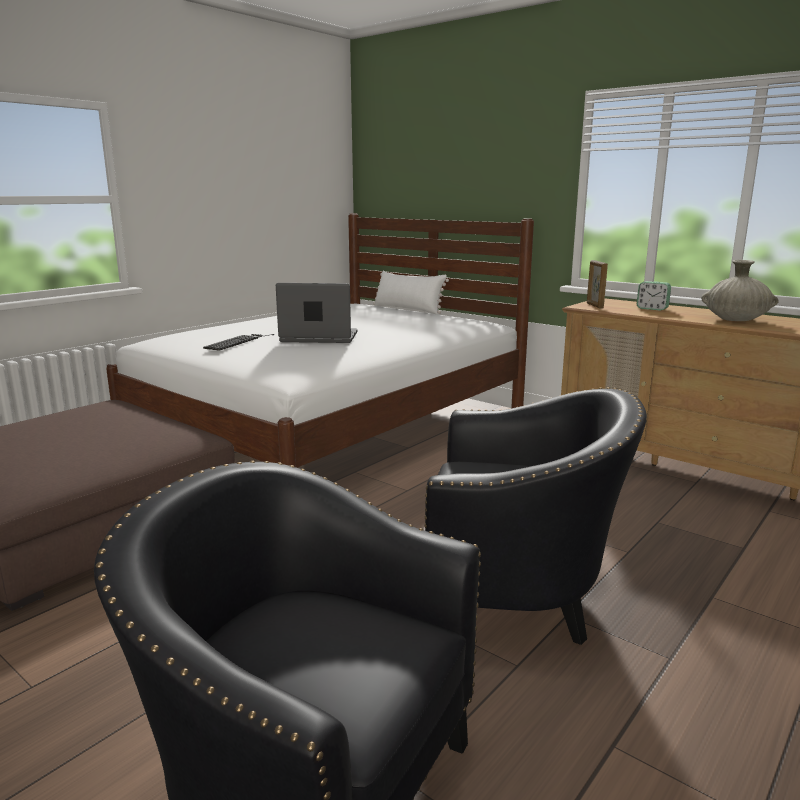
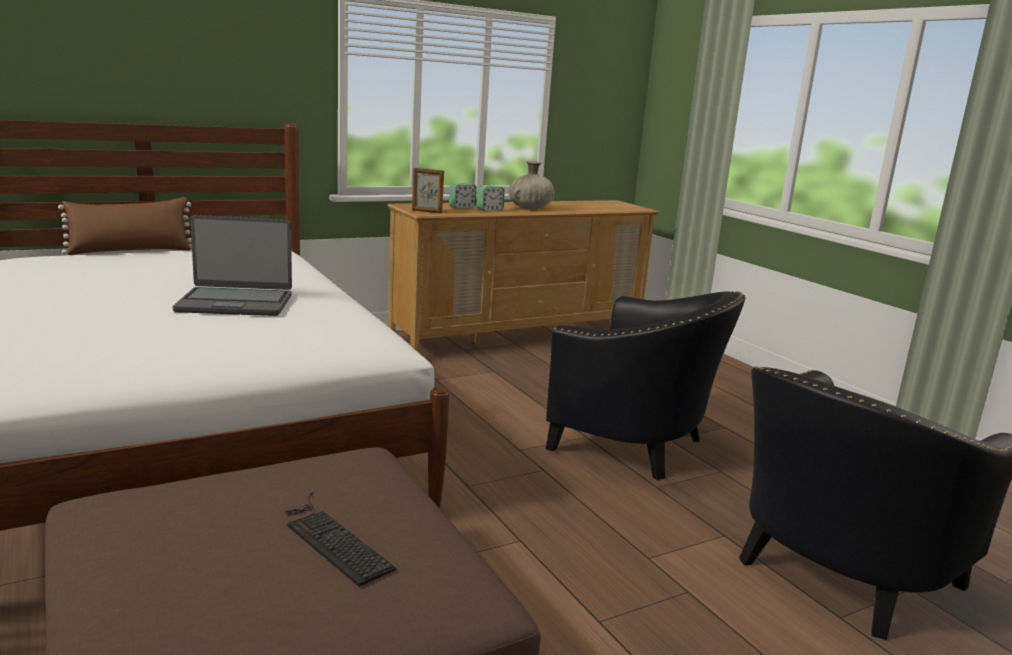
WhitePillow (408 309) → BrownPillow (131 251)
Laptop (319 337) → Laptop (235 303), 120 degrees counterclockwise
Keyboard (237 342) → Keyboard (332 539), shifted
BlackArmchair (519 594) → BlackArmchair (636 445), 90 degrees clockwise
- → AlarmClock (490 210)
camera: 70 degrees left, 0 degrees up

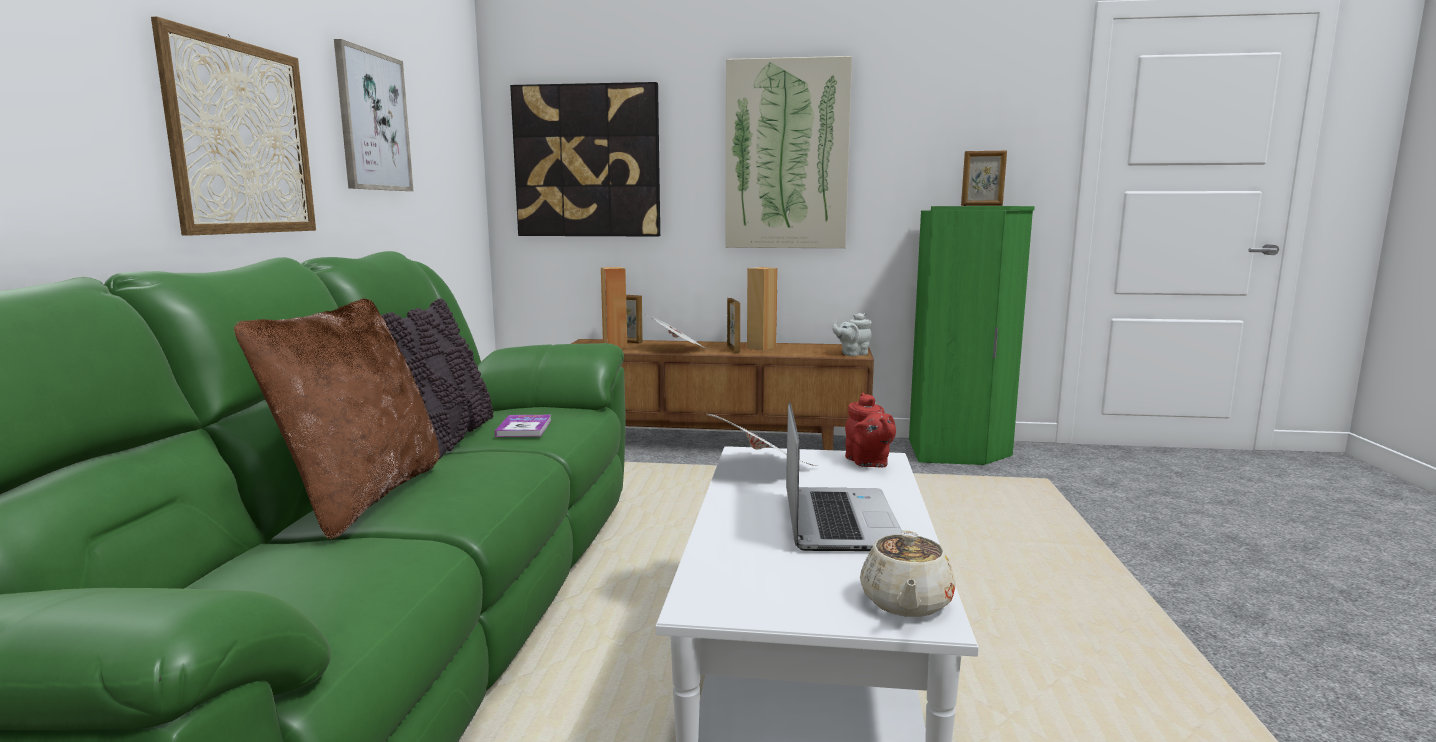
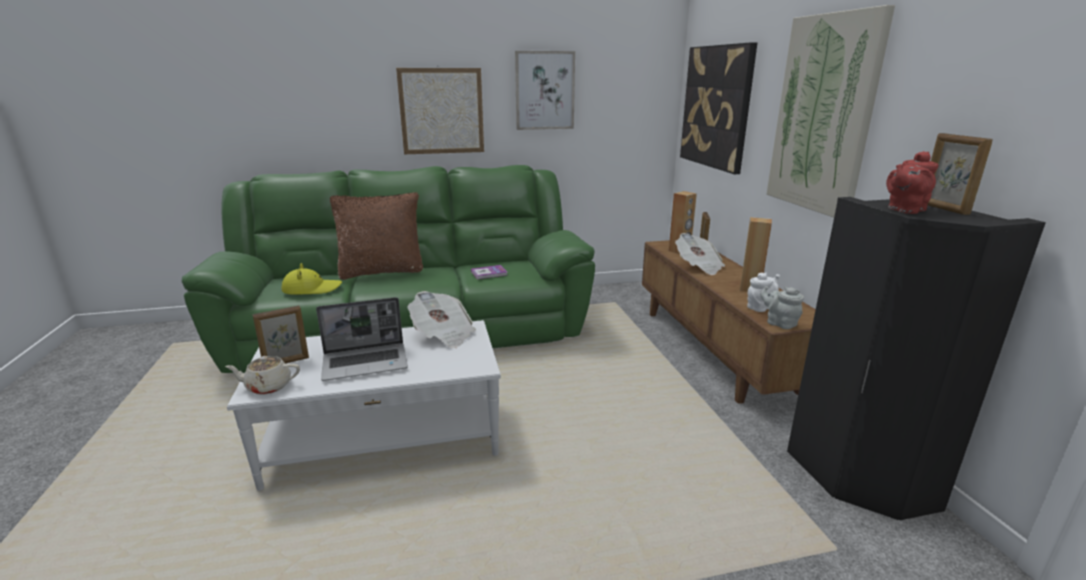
GreenCabinet (960 451) → BlackCabinet (861 477)
BlackPillow (447 437) → -
PictureFrame (733 349) → PictureFrame (286 362), shifted
RedTeapot (868 463) → RedTeapot (904 210), shifted
- → YellowHat (311 289)
- → WhiteTeapot (760 307)
camera: 70 degrees right, 10 degrees up

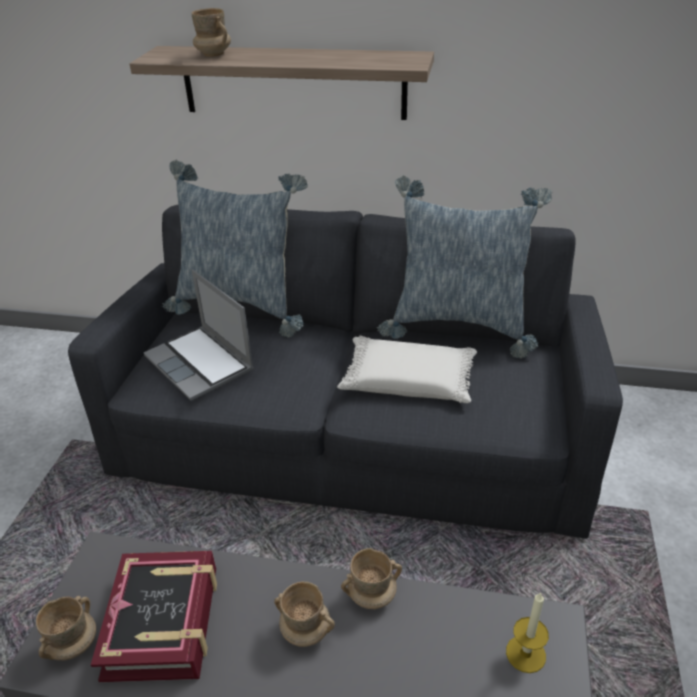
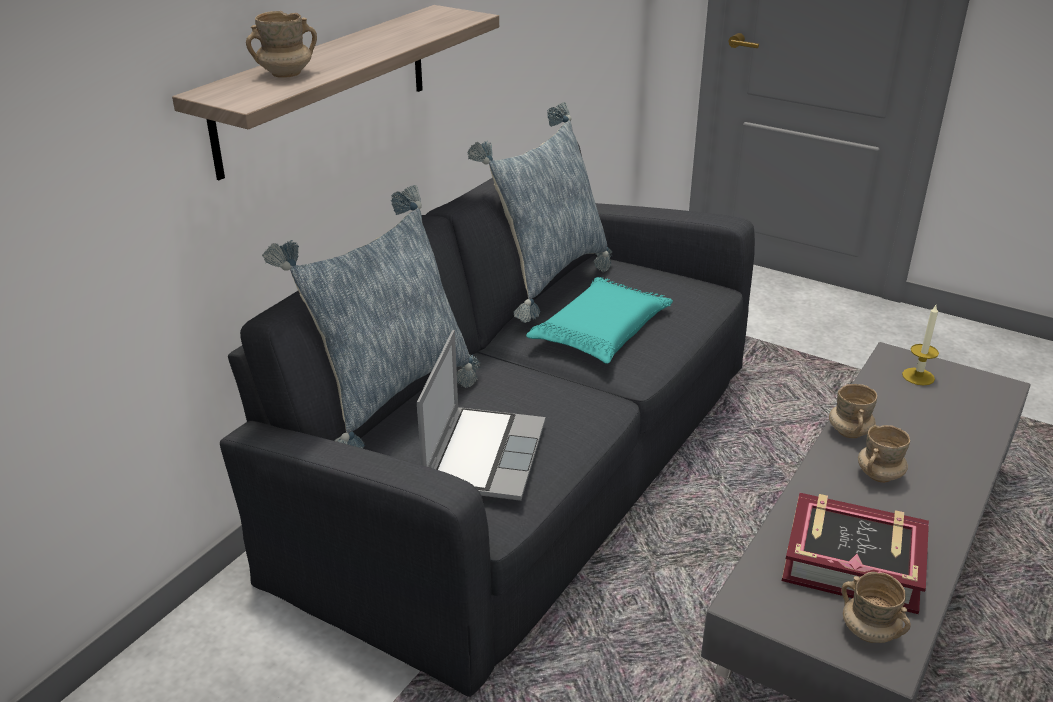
Laptop (201 364) → Laptop (483 454), 60 degrees counterclockwise
WhitePillow (408 377) → TurquoisePillow (601 328)
camera: 70 degrees left, 5 degrees down

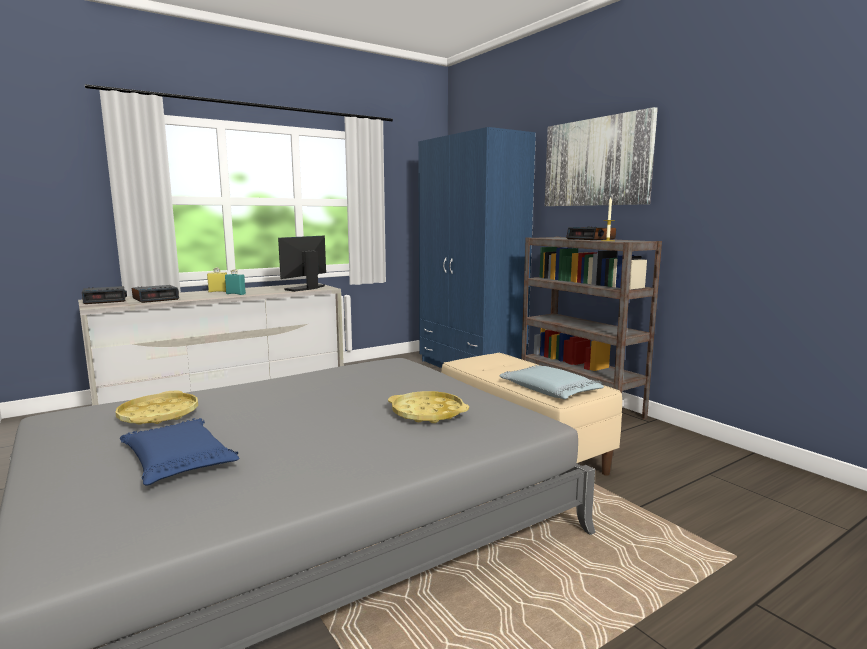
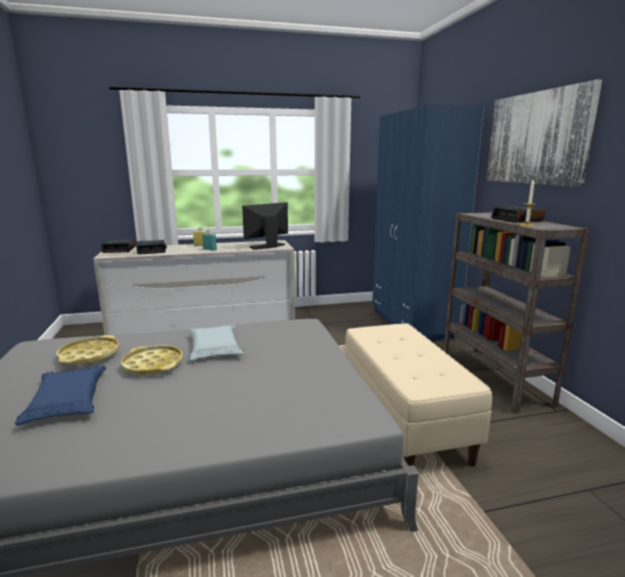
BluePillow (549 388) → BluePillow (214 347), shifted
YellowTray (427 413) → YellowTray (153 365), shifted
camera: 20 degrees right, 5 degrees up

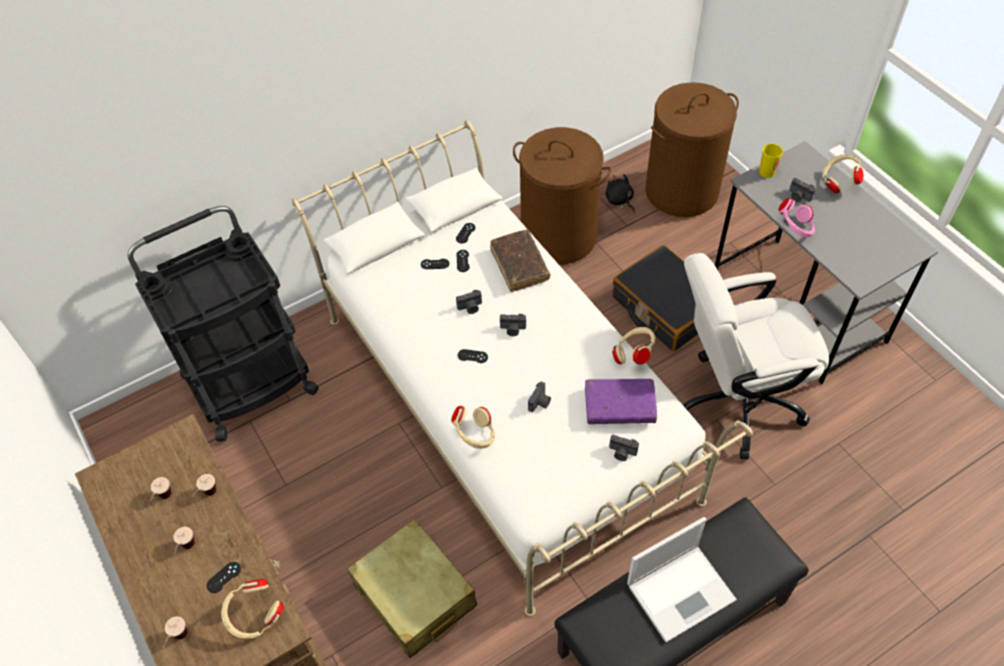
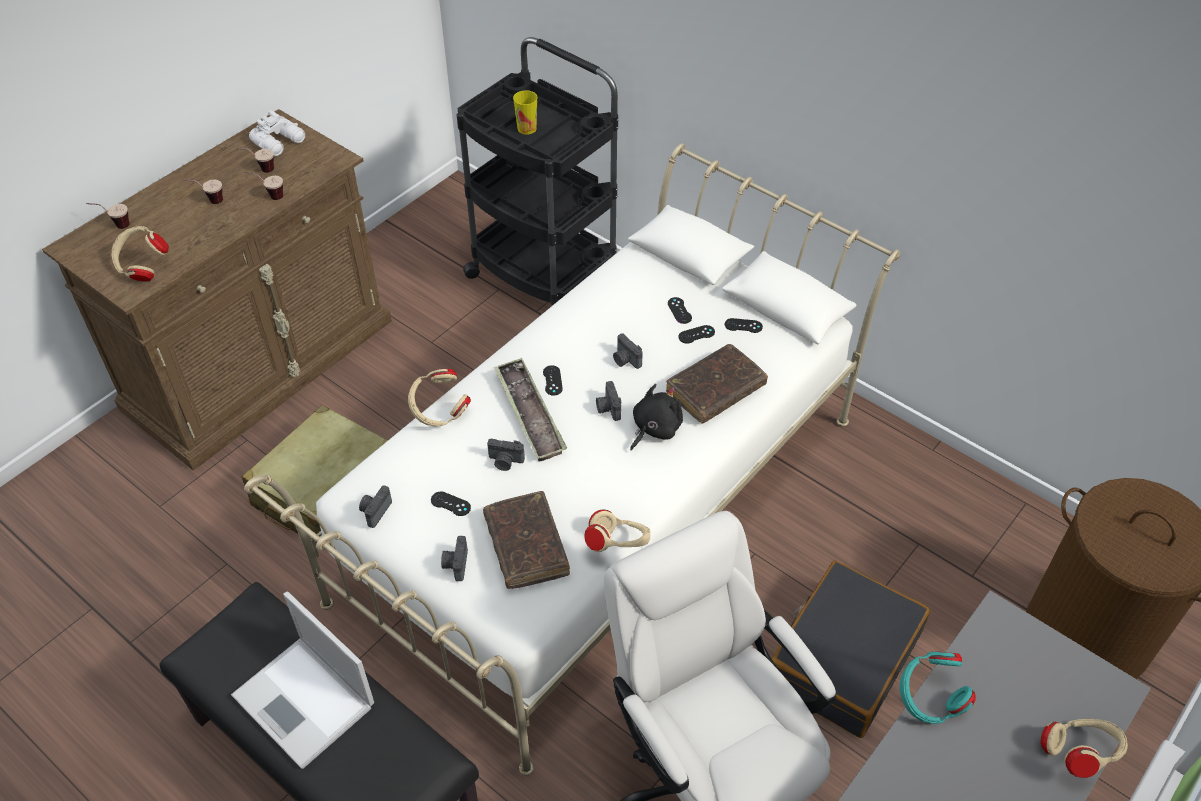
BrownLaundryBasket (559 236) → -
Cup (767 172) → Cup (527 128), shifted
BlackPlushToy (619 200) → BlackPlushToy (654 428), shifted
PhotoCamera (798 196) → PhotoCamera (375 511), shifted
PinkHeadphones (795 229) → TurquoiseHeadphones (929 699)
PurpleBook (619 406) → BrownBook (526 546)
BlackGameController (223 577) → BlackGameController (450 504), shifted
- → WhiteBinoculars (280 142)
- → Tray (529 414)
camera: 70 degrees right, 5 degrees down

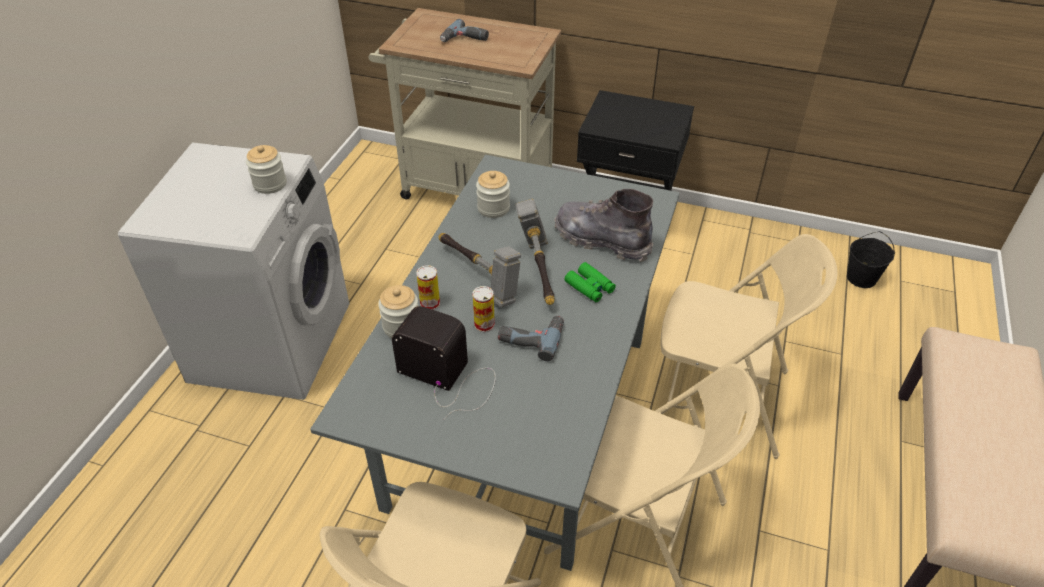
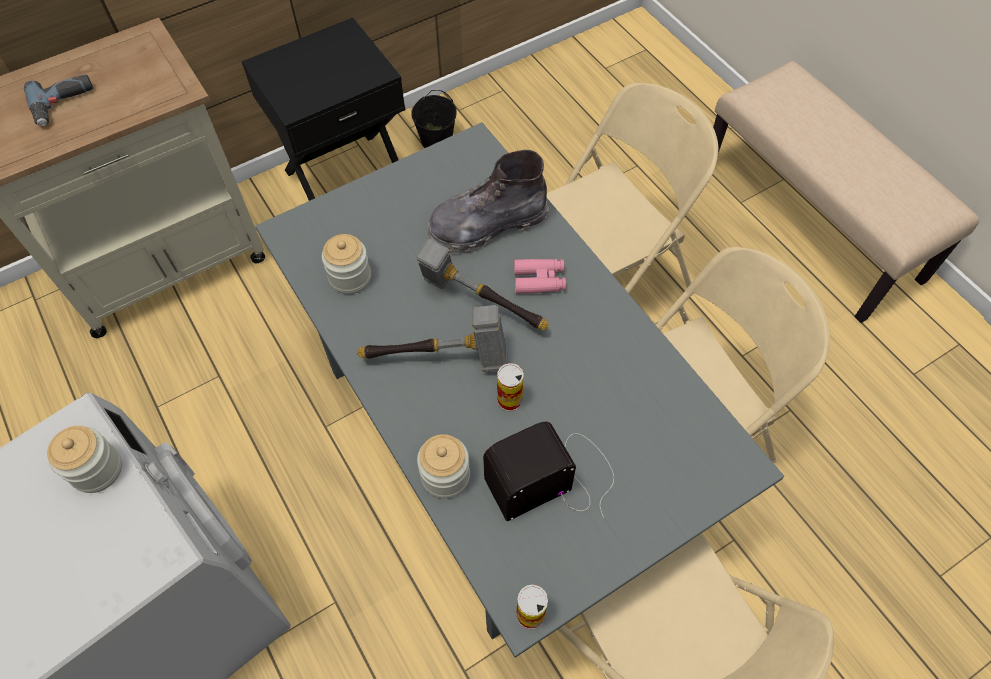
BlackBucket (861 278) → BlackBucket (436 140), shifted
GreenBinoculars (590 287) → PinkBinoculars (539 280)
Can (430 303) → Can (530 614), shifted
PowerDrill (531 337) → -
camera: 50 degrees left, 15 degrees up

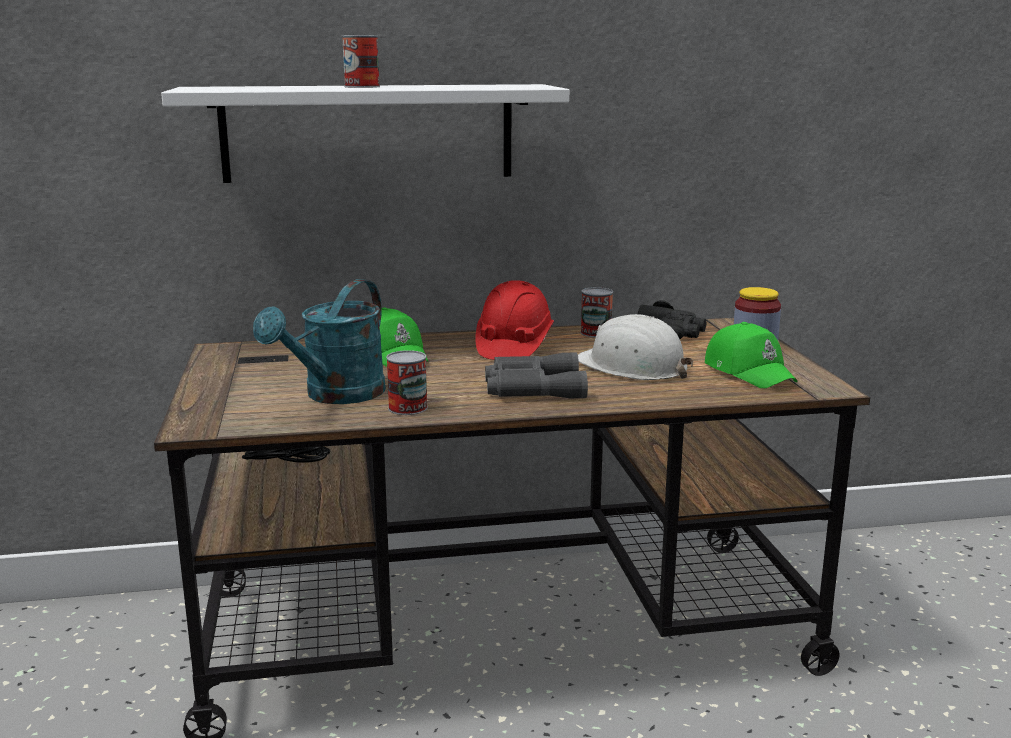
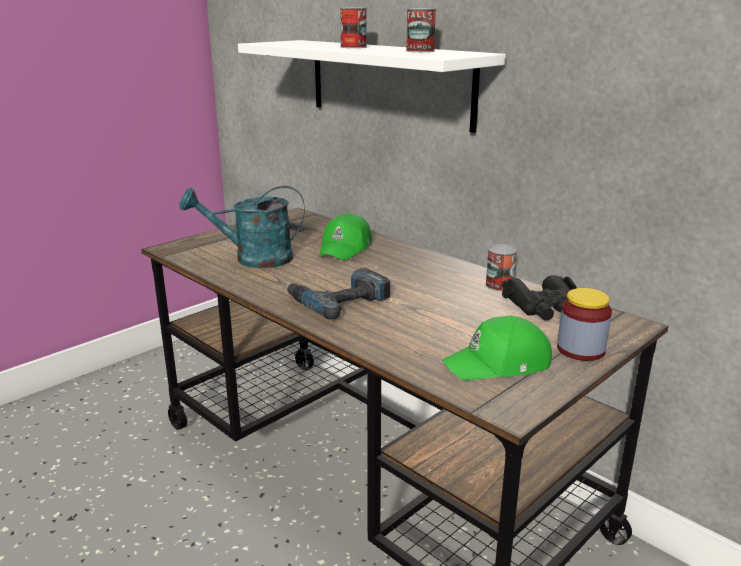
RedHardHat (513 347) → -
WhiteHardHat (632 366) → -
GreenCap (749 372) → GreenCap (499 364), 45 degrees clockwise
Can (408 408) → Can (420 51), shifted
GreyBinoculars (531 388) → PowerDrill (338 300)
camera: 55 degrees right, 5 degrees up

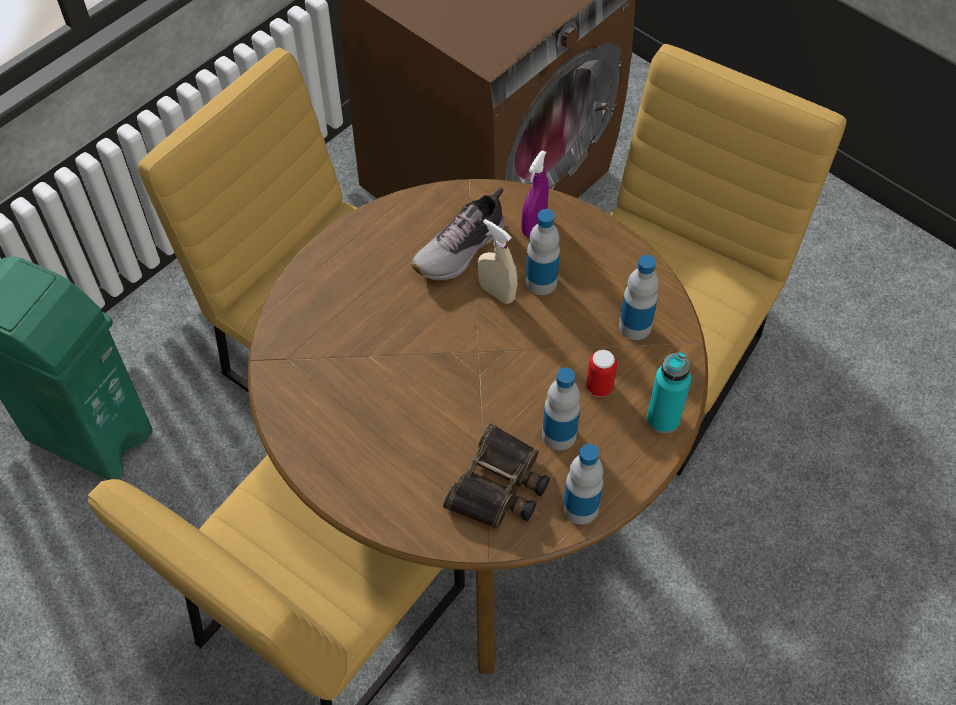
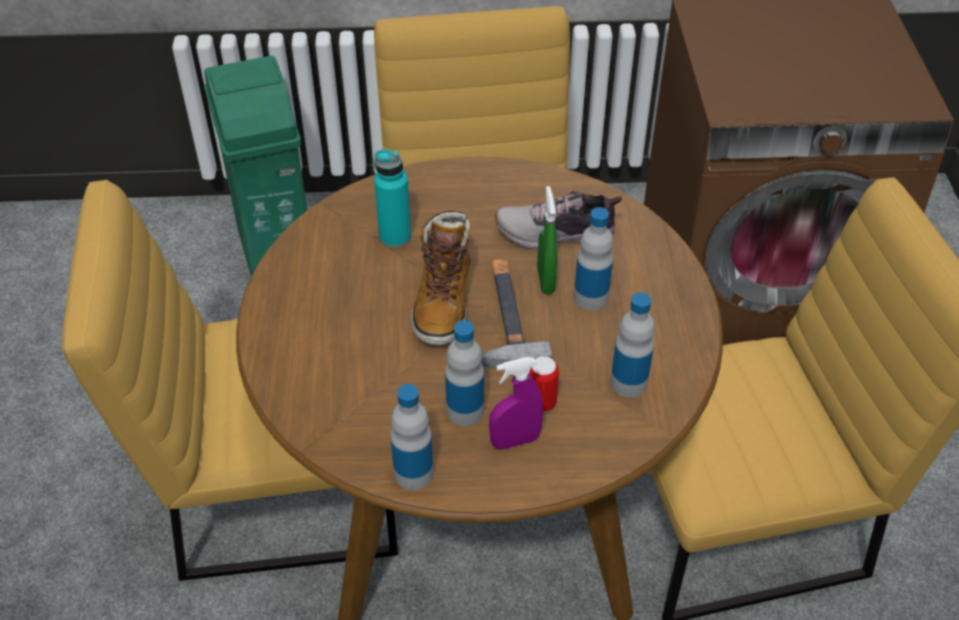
PurpleSprayBottle (534 224) → PurpleSprayBottle (515 441), shifted
BeigeSprayBottle (497 293) → GreenSprayBottle (545 281)
TurquoiseBottle (663 419) → TurquoiseBottle (395 237), shifted
Binoculars (500 487) → -
- → Boot (443 302)
- → Hammer (505 316)
camera: 45 degrees right, 10 degrees down

